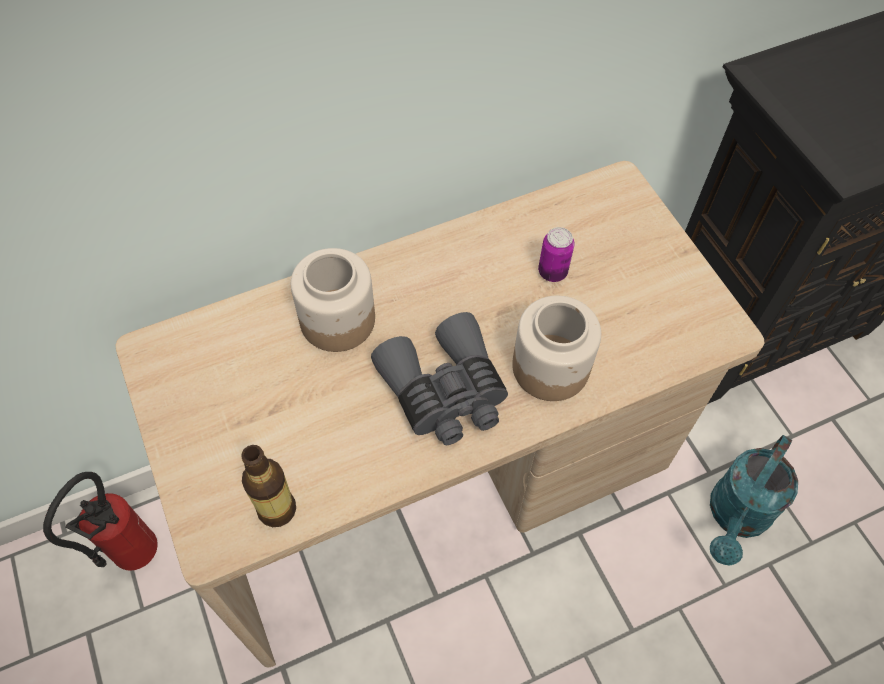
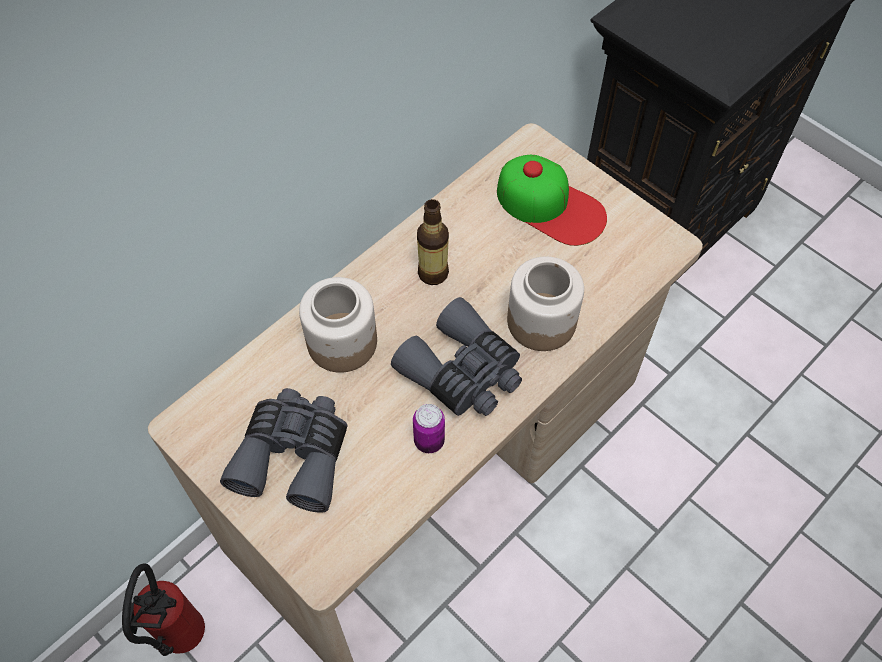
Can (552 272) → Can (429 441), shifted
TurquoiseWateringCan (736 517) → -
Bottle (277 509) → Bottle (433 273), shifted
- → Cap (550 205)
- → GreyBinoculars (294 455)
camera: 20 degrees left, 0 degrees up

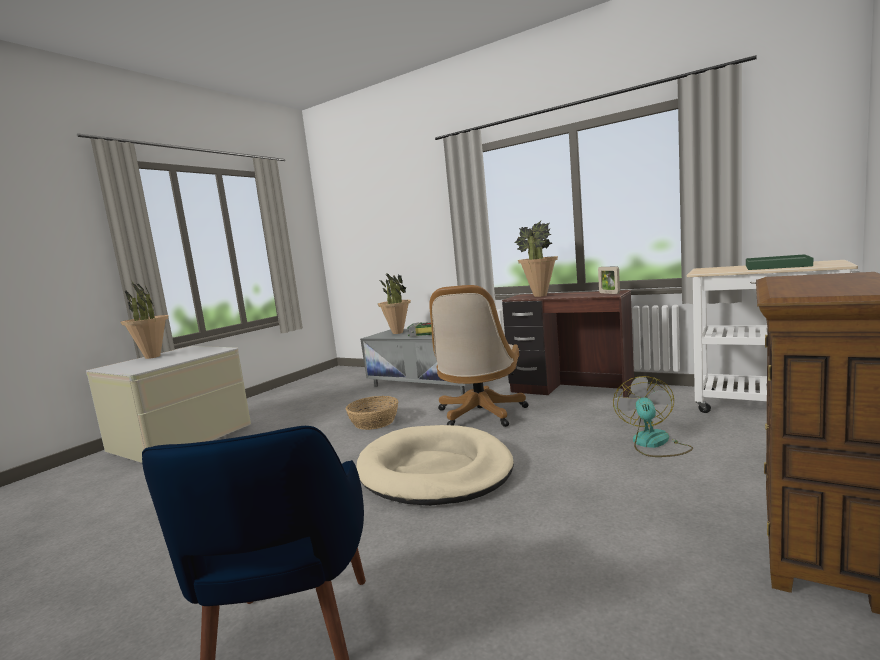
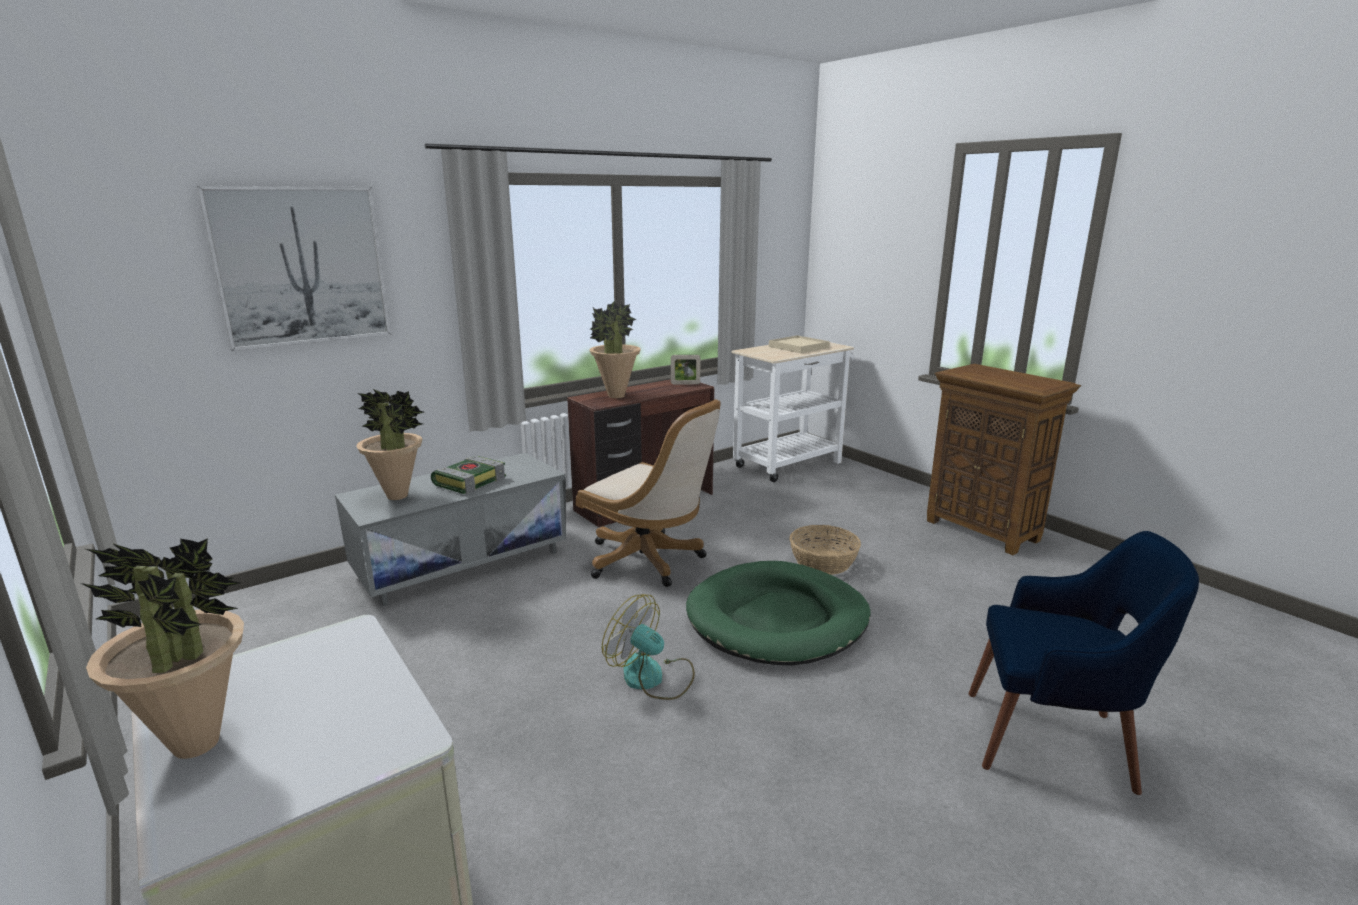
GreenTray (777 266) → BeigeTray (798 347)
Fan (653 444) → Fan (652 678), shifted
Basket (374 422) → Basket (822 562), shifted
BeigeDogBed (434 470) → GreenDogBed (777 619)
- → Picture (302 266)
camera: 70 degrees left, 10 degrees up

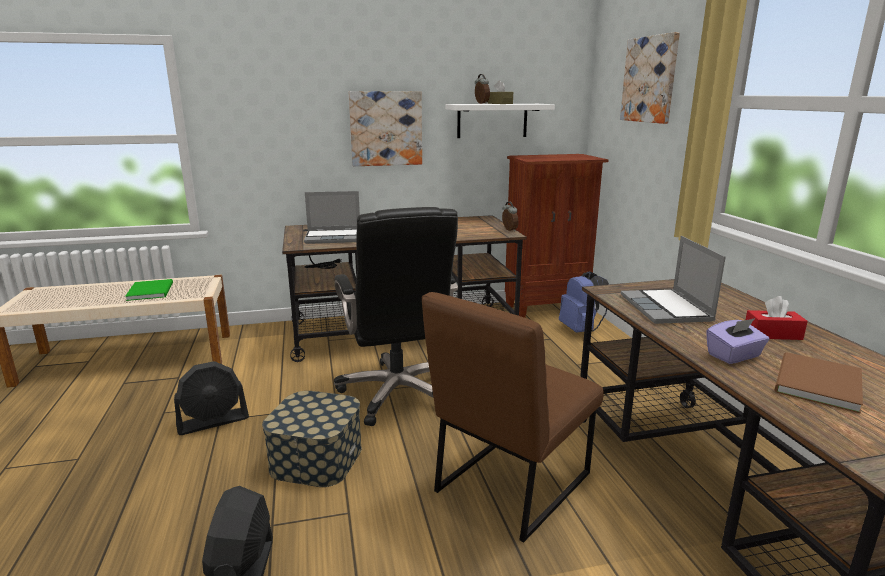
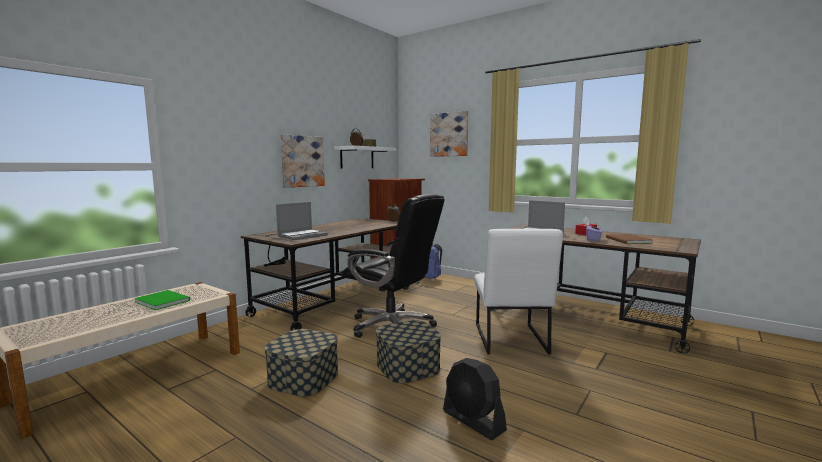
BrownChair (509 484) → WhiteChair (510 339)
BlackFan (213 421) → StorageBox (303 378)
camera: 40 degrees left, 10 degrees down

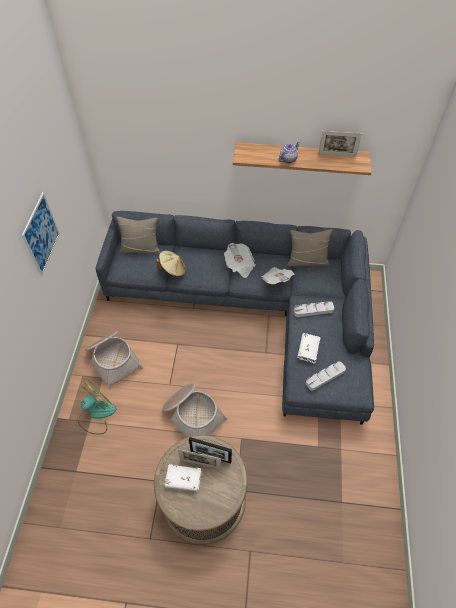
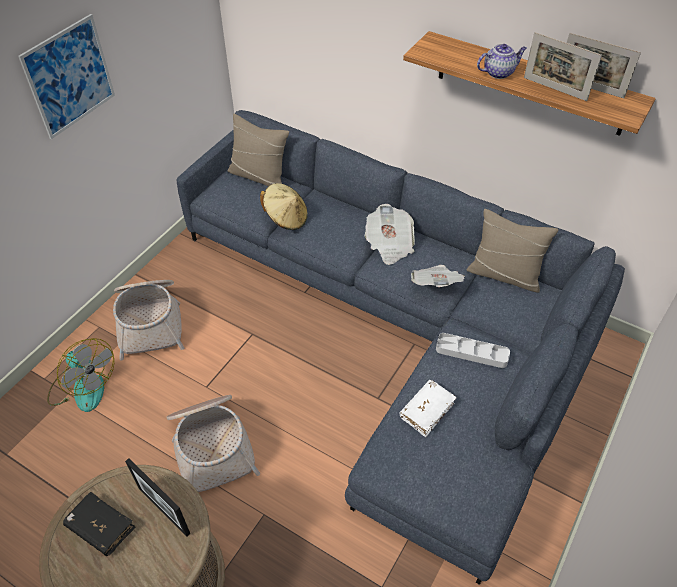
GreyTray (325 377) → -
Fan (96 414) → Fan (83 386), 60 degrees clockwise
PictureFrame (200 464) → PictureFrame (554 89), shifted
WhiteBook (183 479) → BlackBook (101 527)
camera: 25 degrees right, 5 degrees down

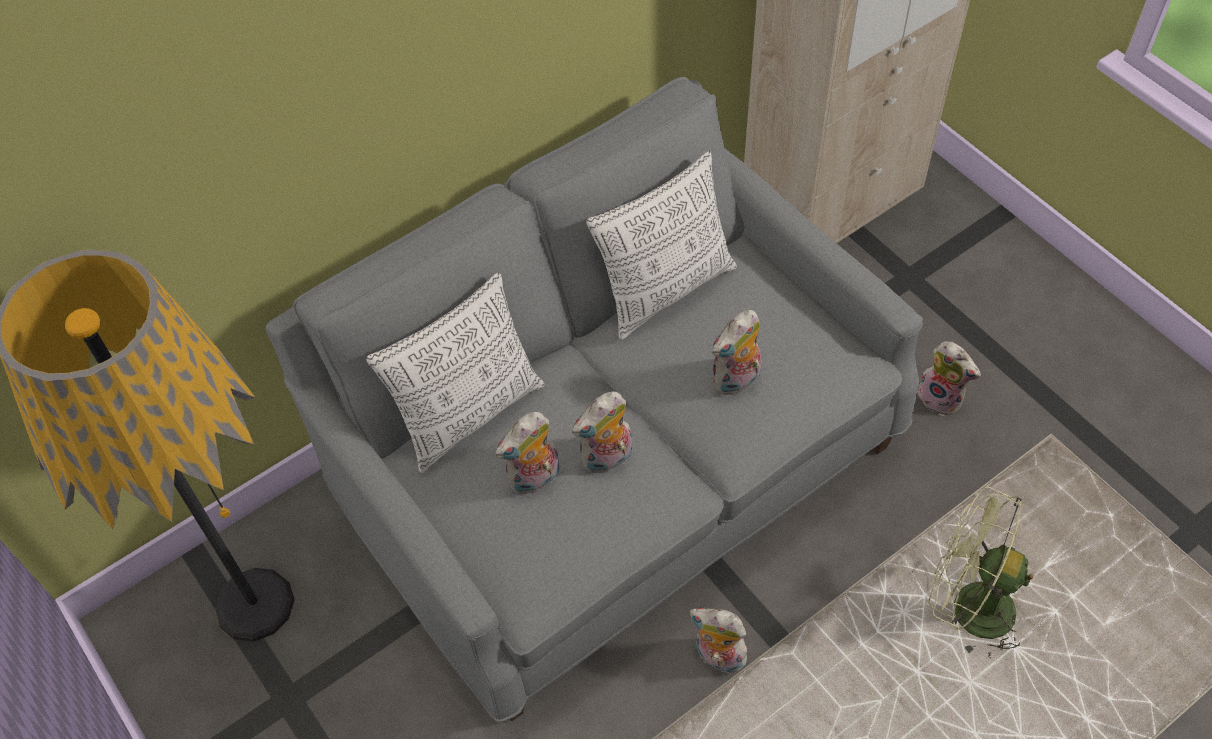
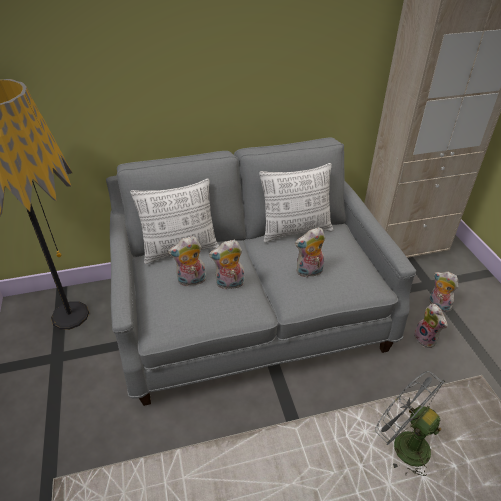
GreenFan (968 608) → GreyFan (403 444)
PlushToy (717 657) → PlushToy (437 305), shifted
camera: 20 degrees right, 15 degrees down

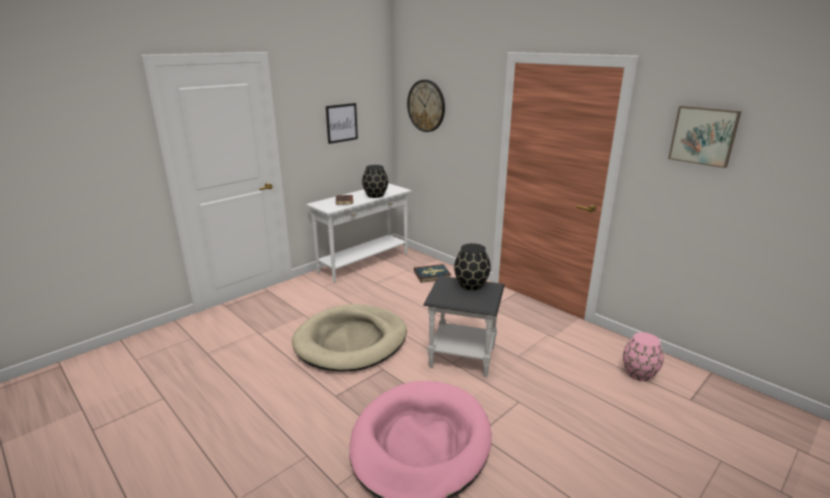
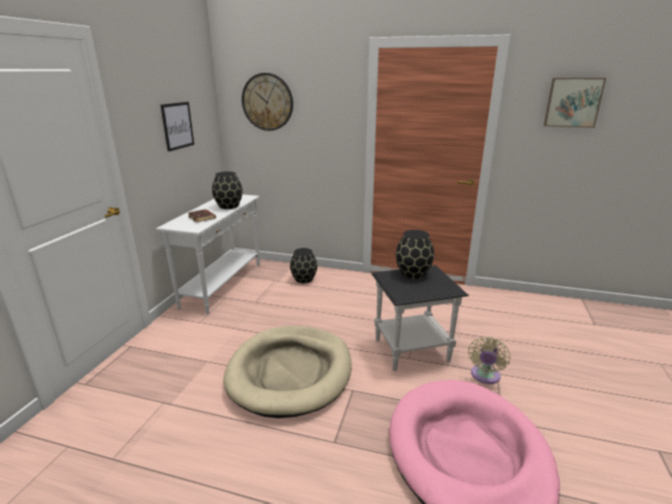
Book (432 275) → BlackVase (304 279)
PinkVase (639 374) → -
- → BeigeFan (485 376)
camera: 30 degrees left, 0 degrees up

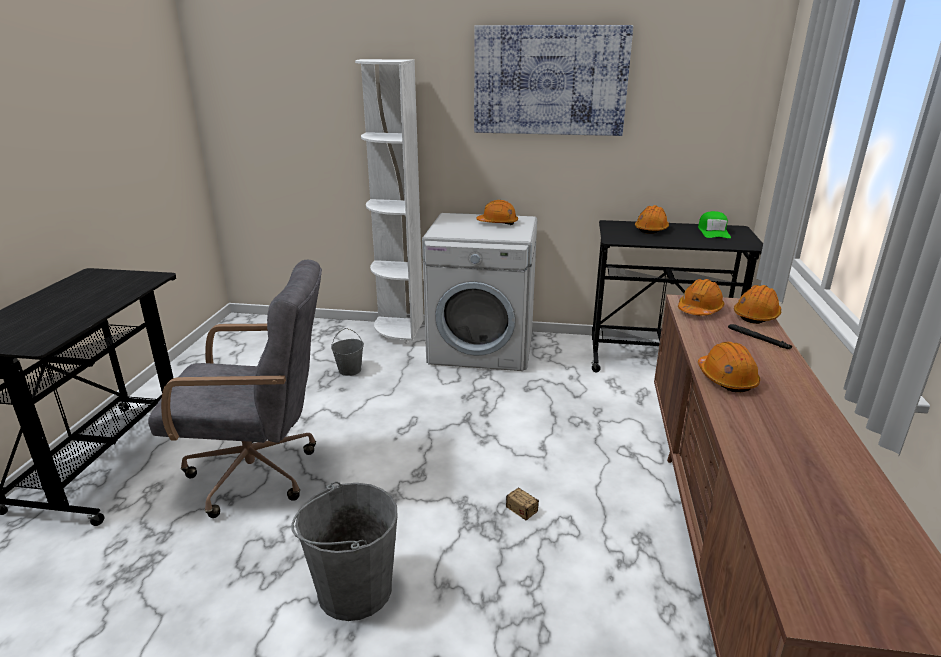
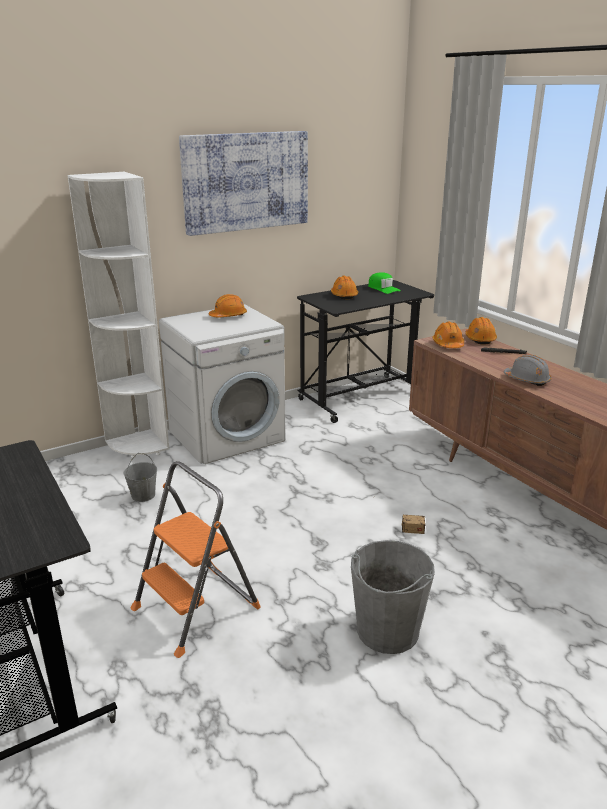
GreyOfficeChair (261 476) → OrangeStepLadder (200 606)
OrangeHardHat (726 378) → GreyHardHat (527 380)
camera: 40 degrees left, 0 degrees up

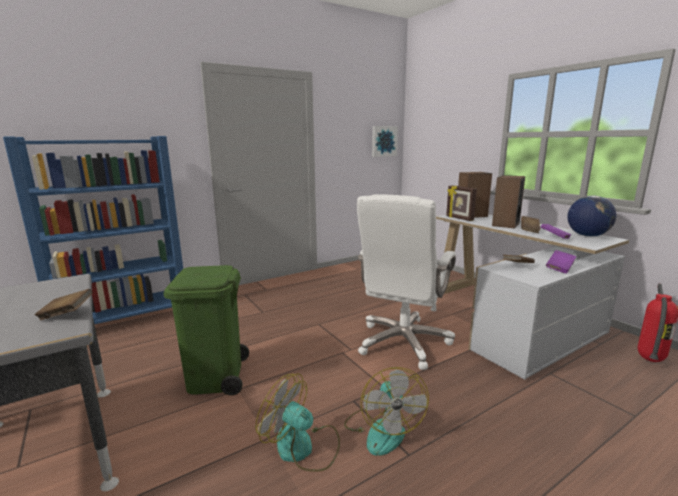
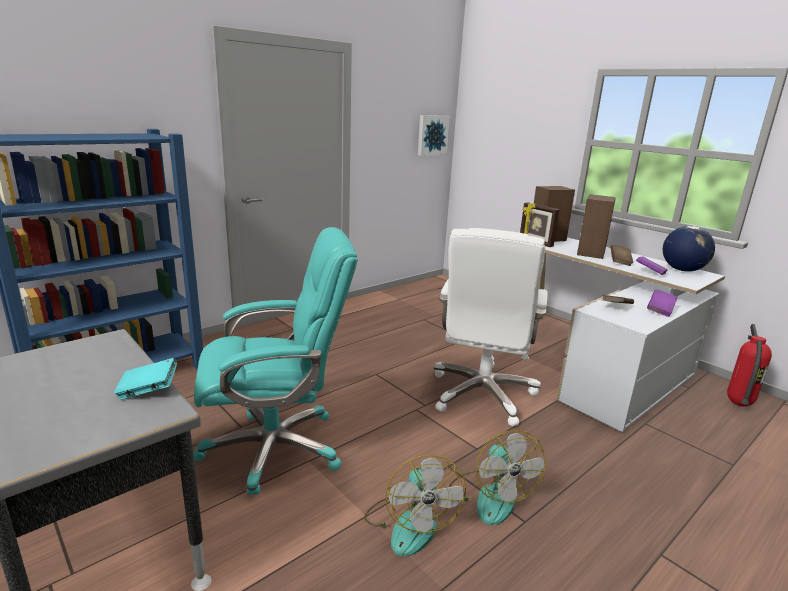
GreenTrashCan (216 378) → TurquoiseOfficeChair (276 448)
BrownBook (67 315) → TurquoiseBook (148 390)
Fan (303 448) → Fan (410 523), 120 degrees counterclockwise
camera: 10 degrees left, 5 degrees up

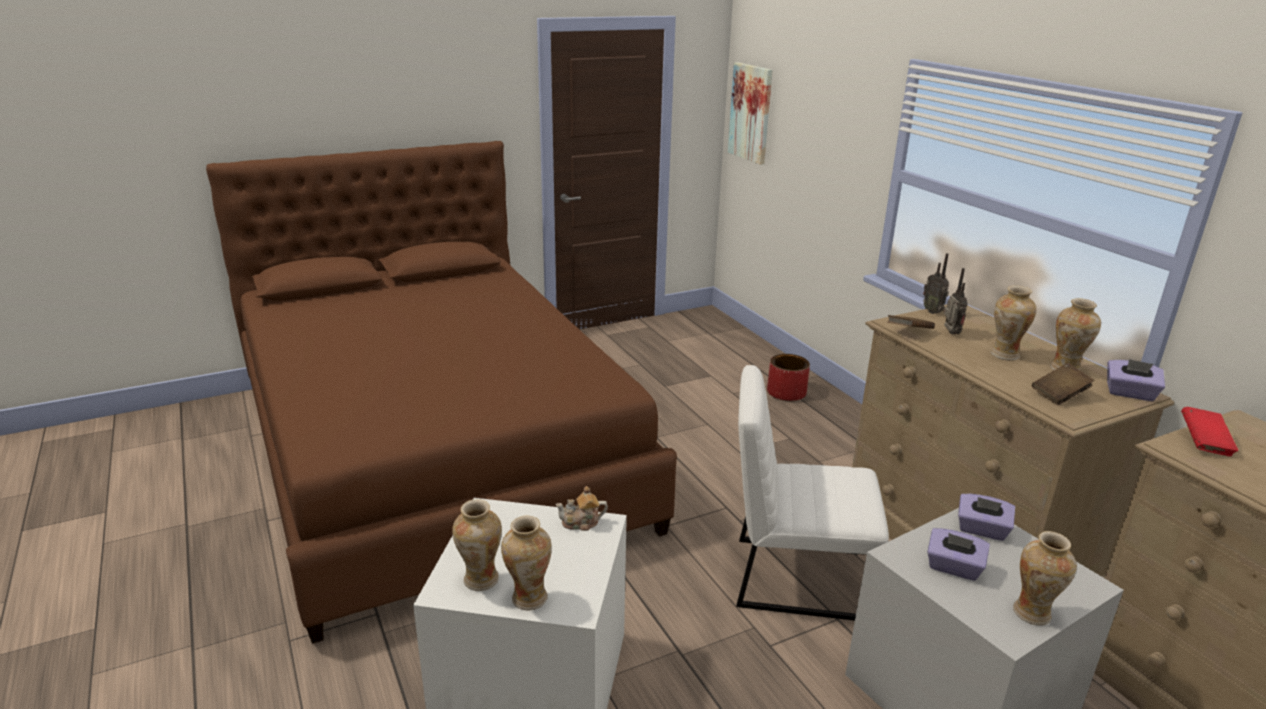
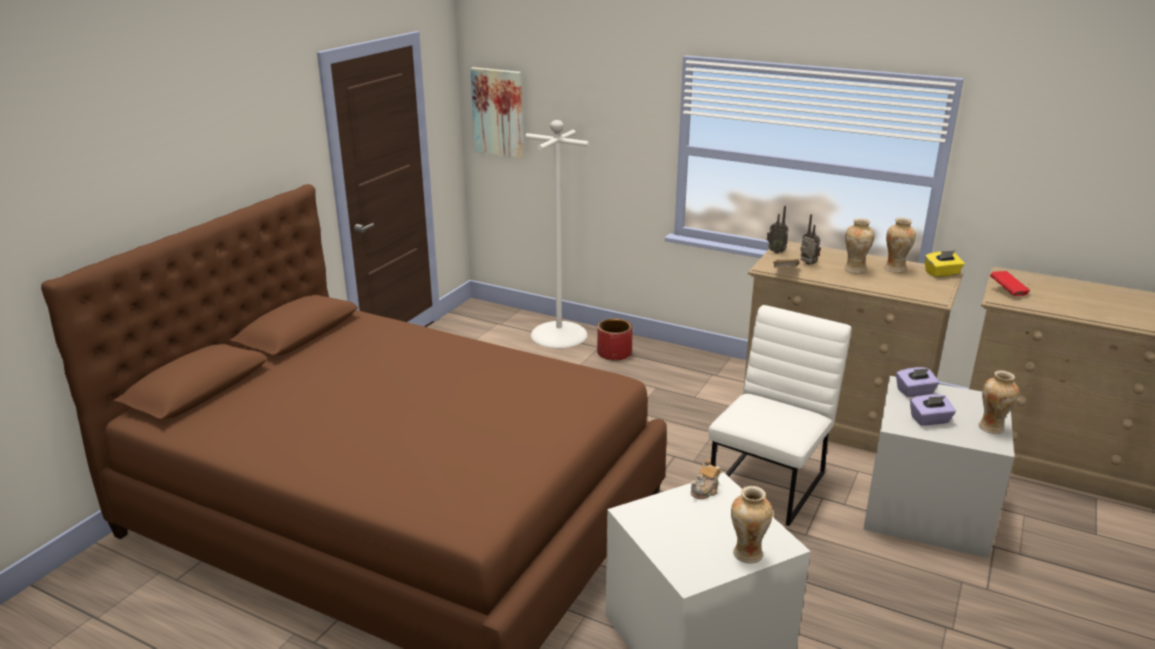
PurpleTissueBox (1130 393) → YellowTissueBox (942 273)
BrownBook (1059 395) → -
WhiteChair (795 576) → WhiteChair (769 483), 150 degrees clockwise
Vase (480 580) → -
- → WhiteClothesRack (559 335)
camera: 35 degrees left, 0 degrees up

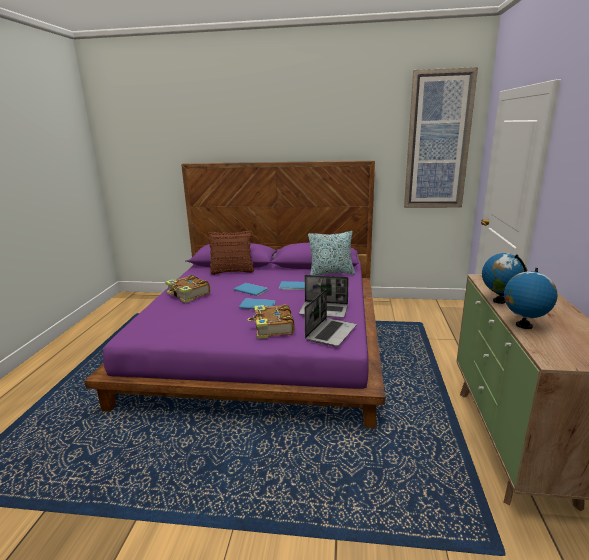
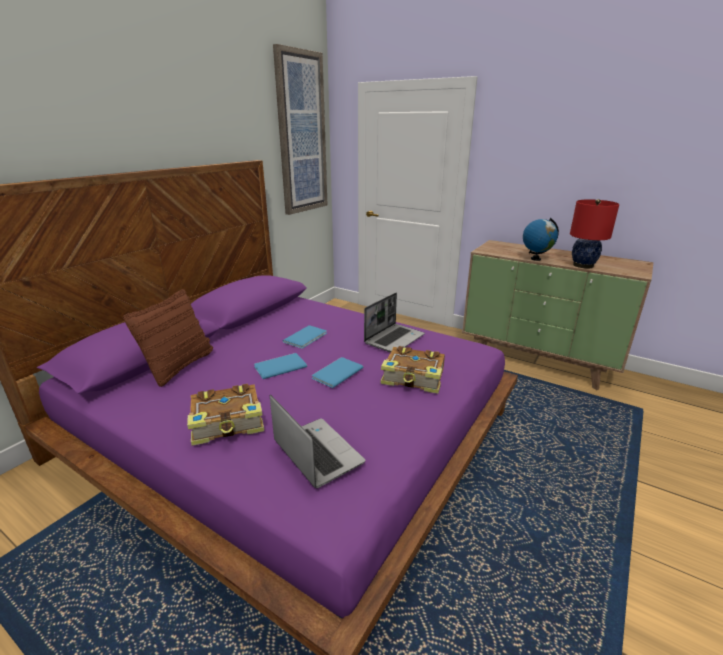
Pillow (331 273) → -
Globe (523 325) → RedTableLamp (583 265)
Laptop (330 332) → Laptop (316 452), shifted
camera: 65 degrees left, 5 degrees up

